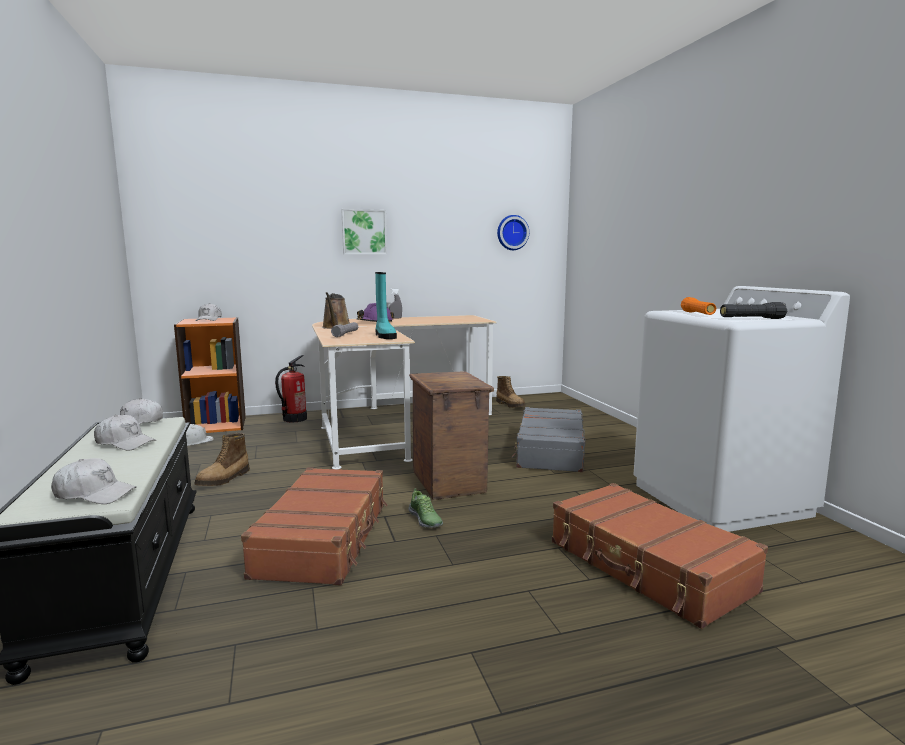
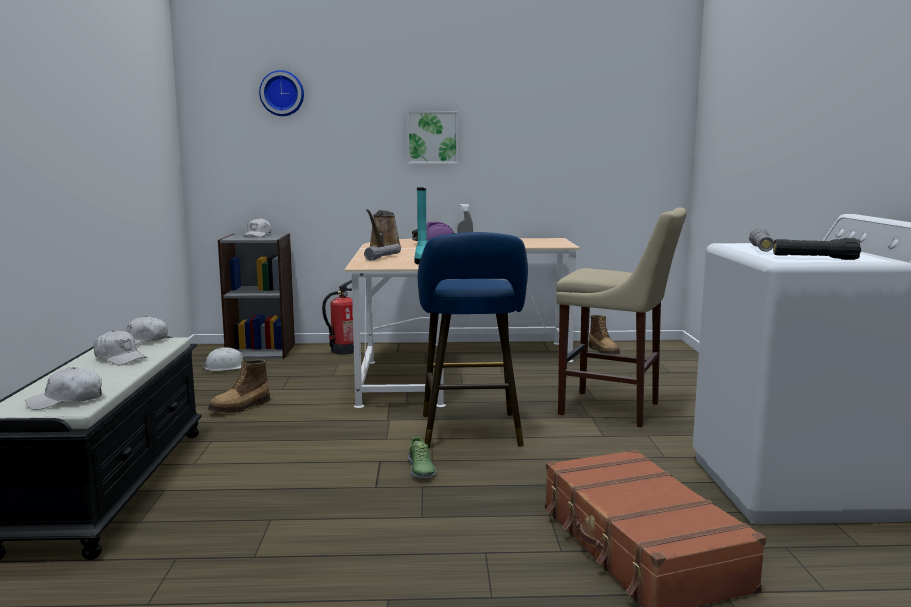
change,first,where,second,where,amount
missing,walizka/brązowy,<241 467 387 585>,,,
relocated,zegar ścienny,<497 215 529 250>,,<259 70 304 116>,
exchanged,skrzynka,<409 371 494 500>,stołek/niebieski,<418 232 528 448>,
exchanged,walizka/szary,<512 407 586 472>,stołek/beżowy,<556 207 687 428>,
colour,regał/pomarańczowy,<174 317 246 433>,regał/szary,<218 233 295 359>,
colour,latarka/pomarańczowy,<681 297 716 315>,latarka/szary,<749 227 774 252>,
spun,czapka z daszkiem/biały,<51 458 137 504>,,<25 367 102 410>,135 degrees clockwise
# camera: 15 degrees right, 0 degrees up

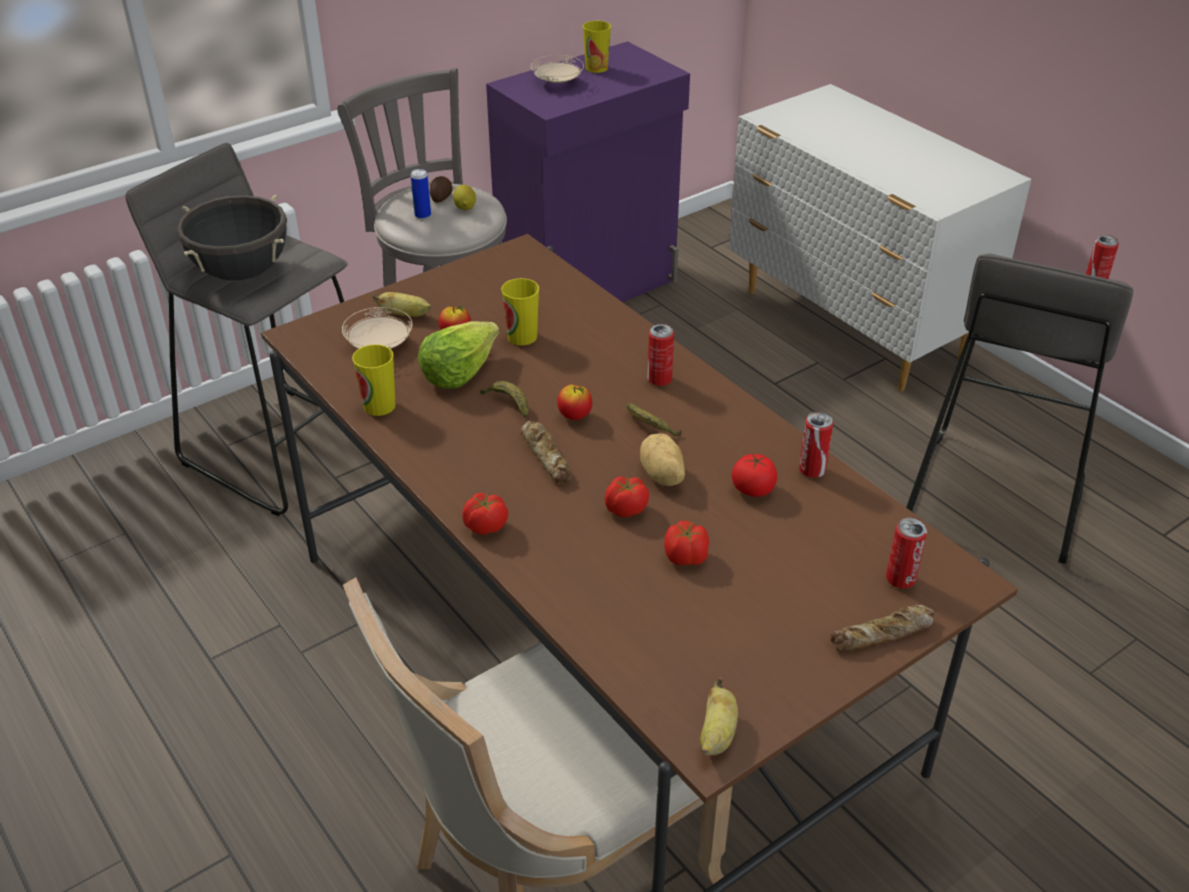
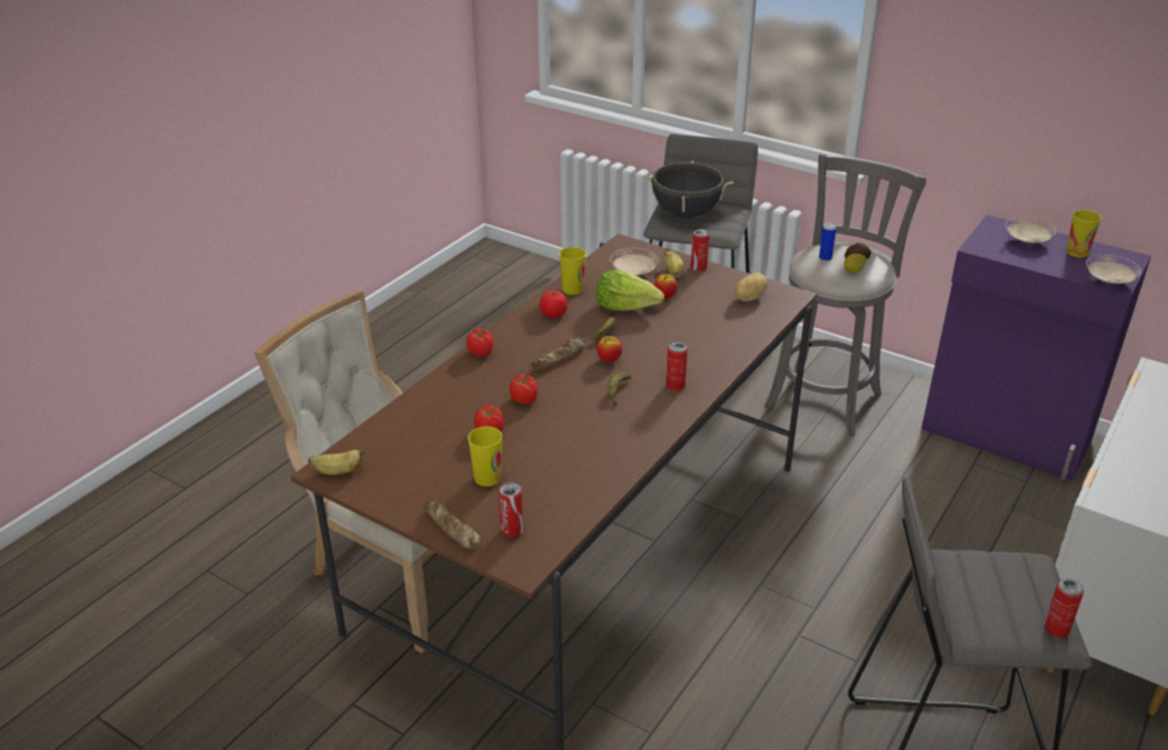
change,first,where,second,where,amount
appeared,,,talerz/beżowy,<1086 254 1141 284>,
relocated,filiżanka,<501 278 539 346>,,<468 426 502 487>,
relocated,ziemniak,<640 433 685 486>,,<734 273 768 302>,
relocated,pomidor,<732 454 777 497>,,<540 291 568 318>,
relocated,puszka,<799 412 833 478>,,<691 229 709 271>,
# camera: 70 degrees right, 5 degrees down

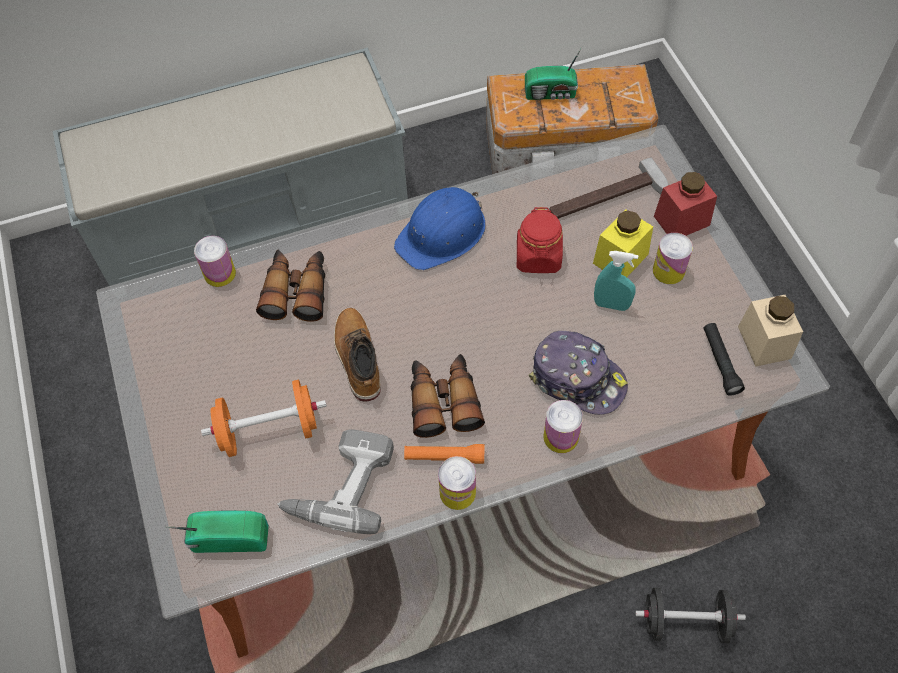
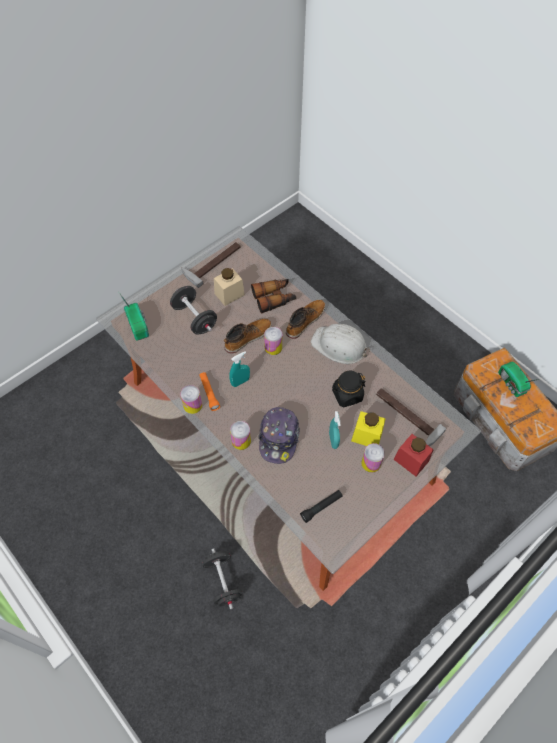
change,first,where,second,where,amount
missing,ławka/szary,<53 47 408 286>,,,
missing,wiertarka,<277 429 394 534>,,,
appeared,,,młotek,<181 242 240 288>,
appeared,,,but z cholewką,<286 300 325 339>,
relocated,puszka,<194 236 236 287>,,<264 327 282 355>,
relocated,słoik/beżowy,<738 295 803 367>,,<214 268 245 306>,
exchanged,lornetka,<411 354 485 438>,spryskiwacz/turkusowy,<229 351 250 387>,
colour,hantel/pomarańczowy,<201 380 327 457>,hantel/czarny,<170 286 217 335>,
colour,kask/niebieski,<394 187 485 270>,kask/biały,<311 324 370 364>,
colour,słoik/czerwony,<517 207 563 273>,słoik/czarny,<332 371 366 407>,
# camera: 65 degrees right, 0 degrees up

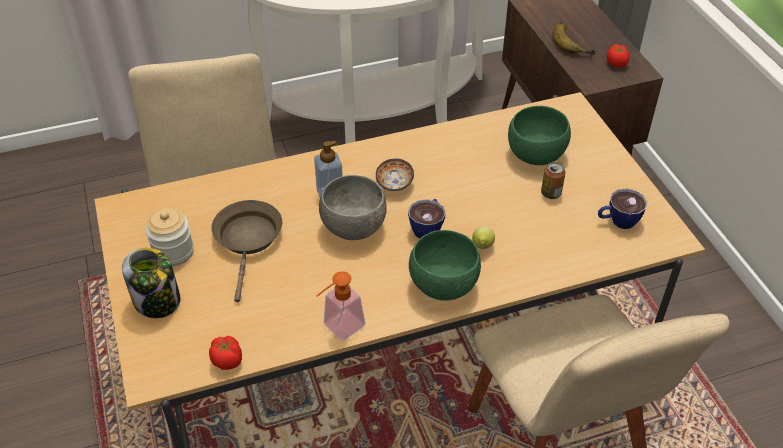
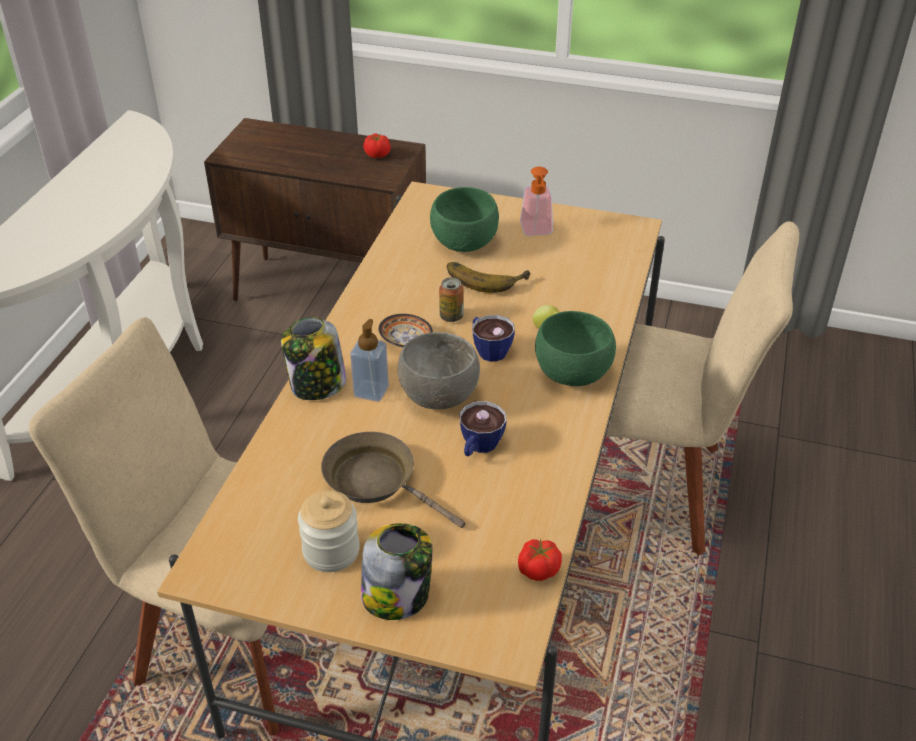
change,first,where,second,where,amount
appeared,,,słoik,<281 317 346 400>,
relocated,dozownik mydła,<316 271 365 340>,,<520 166 553 236>,
relocated,puszka,<541 162 566 199>,,<439 278 463 322>,
relocated,banan,<553 21 596 56>,,<447 262 531 293>,
relocated,filiżanka,<598 188 647 229>,,<459 401 507 456>,
# camera: 55 degrees left, 5 degrees down

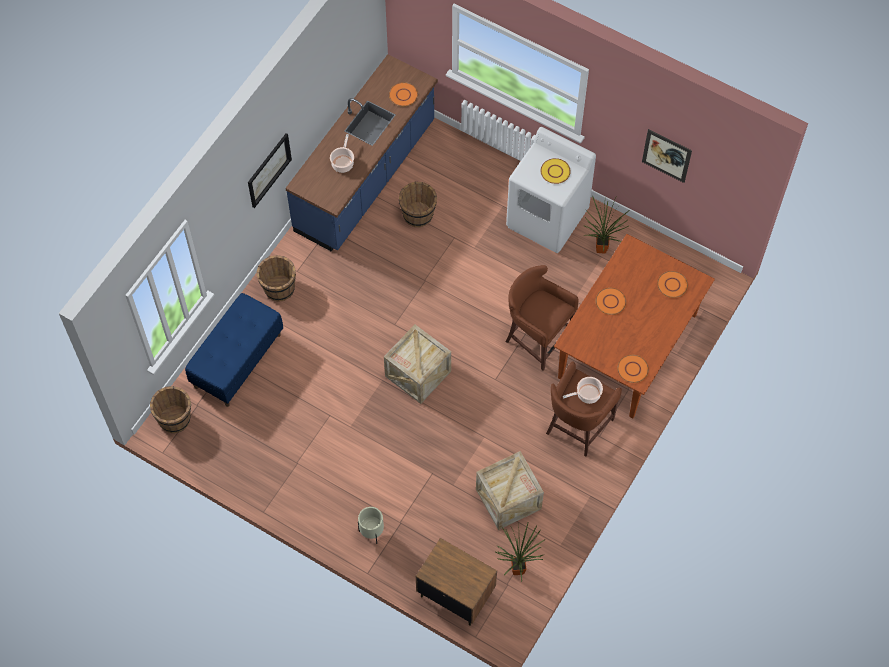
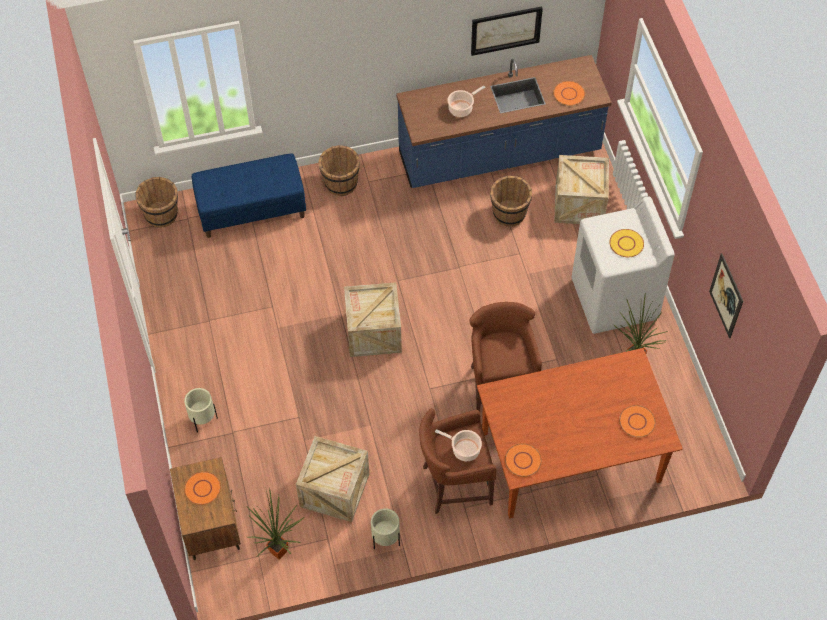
change,first,where,second,where,amount
appeared,,,donica/beżowy,<371 508 400 549>,
appeared,,,skrzynka,<554 155 609 224>,
relocated,obraz,<248 133 292 208>,,<471 6 543 56>,
relocated,talerz/pomarańczowy,<596 288 626 315>,,<184 471 221 505>,
# camera: 45 degrees right, 5 degrees down

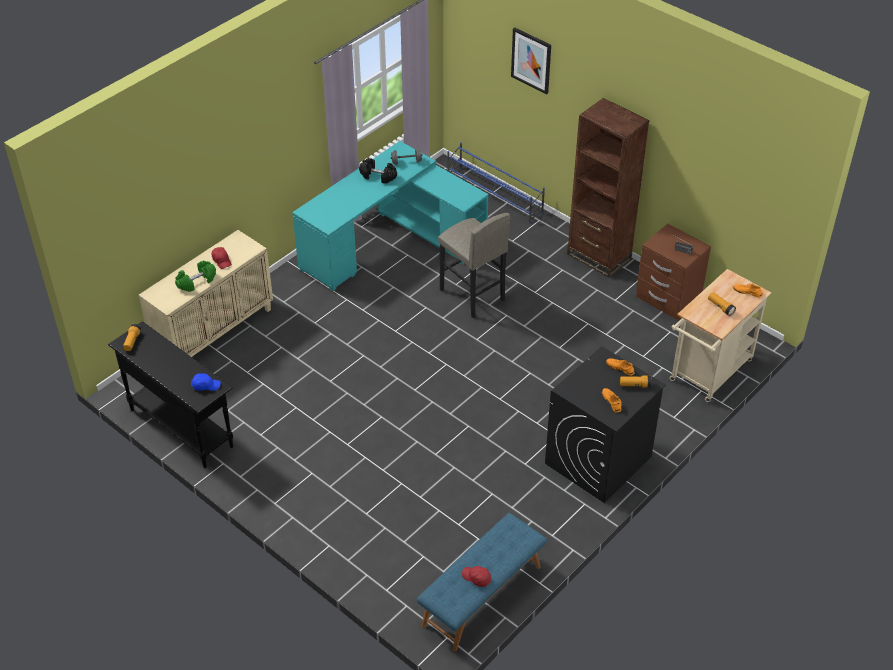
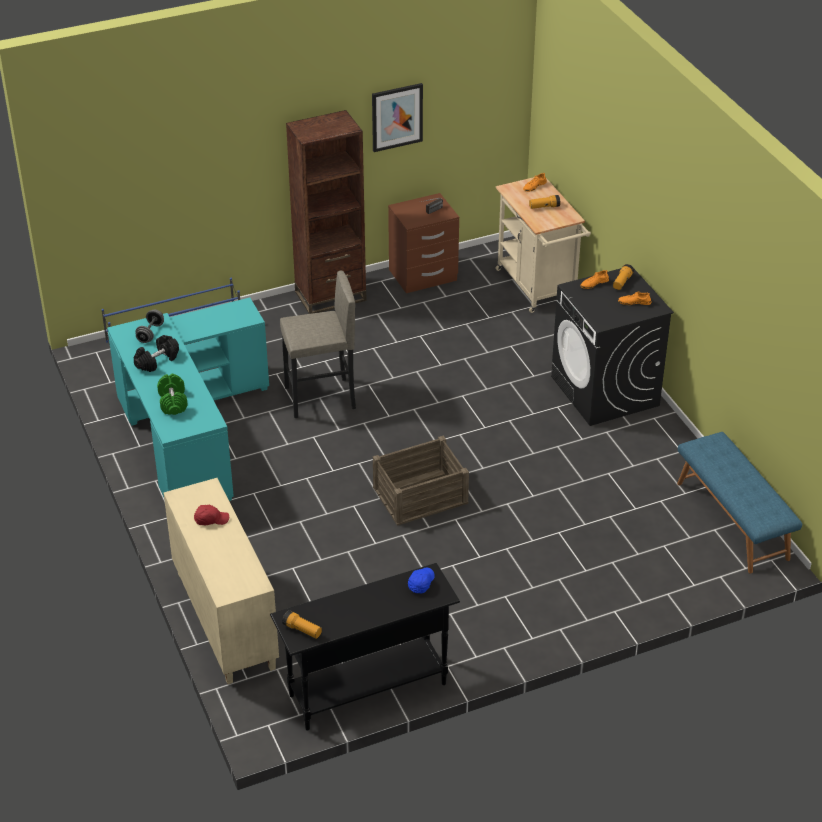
change,first,where,second,where,amount
missing,czapka z daszkiem/czerwony,<462 566 491 587>,,,
appeared,,,skrzynka,<373 436 469 526>,
relocated,hantel/zielony,<175 260 216 292>,,<157 373 188 415>,
relocated,obraz,<511 27 551 95>,,<372 83 423 152>,
# camera: 65 degrees left, 5 degrees down

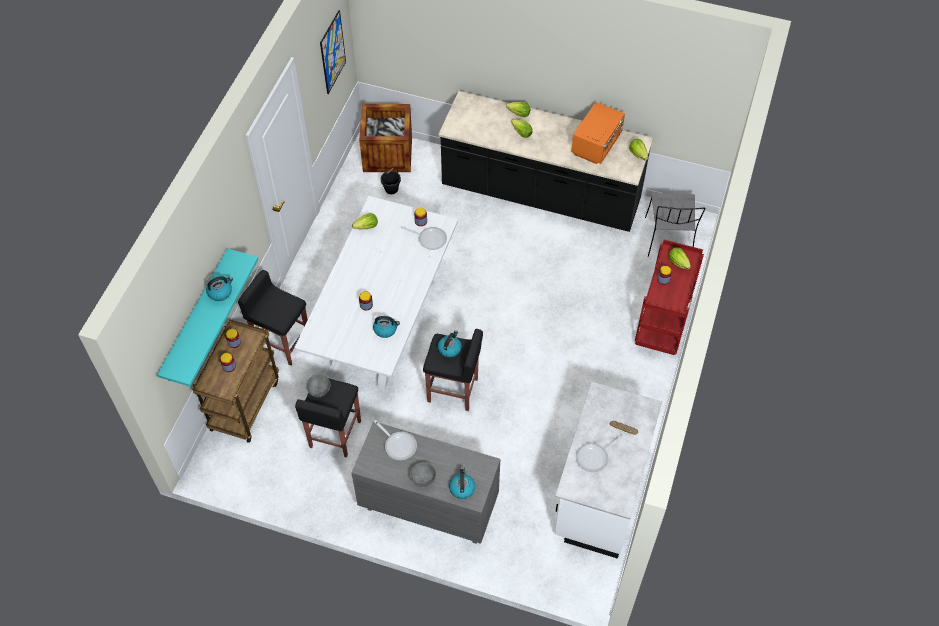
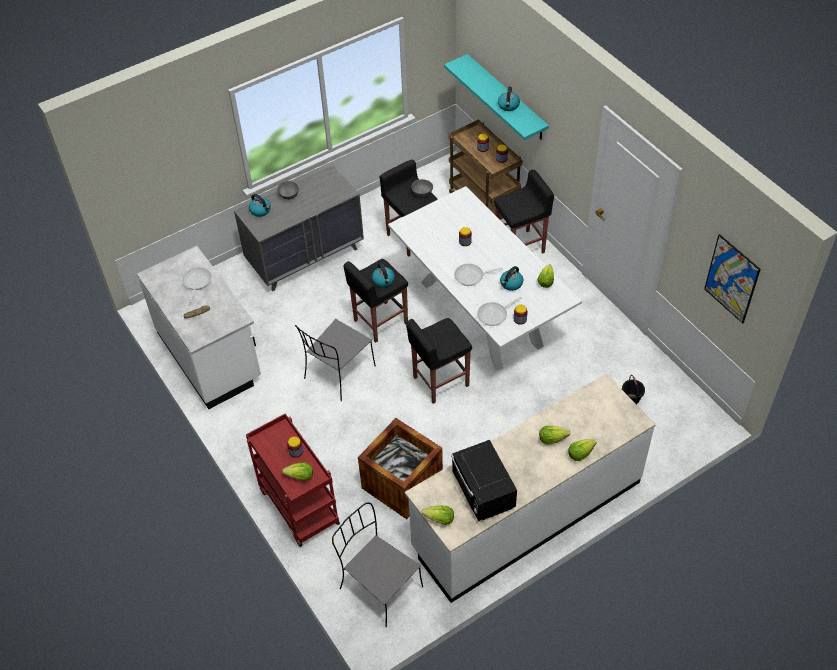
change,first,where,second,where,amount
appeared,,,krzesło/szary,<295 319 376 401>,
appeared,,,stołek/czarny,<406 318 472 404>,
relocated,skrzynka,<359 104 412 172>,,<358 418 443 519>,
relocated,czajnik,<373 316 400 338>,,<500 266 523 291>,
relocated,patelnia,<374 420 417 460>,,<454 264 503 286>,
colour,zabudowa kuchenna/czarny,<438 91 653 232>,zabudowa kuchenna/biały,<405 374 656 603>,
colour,mikrofalówka/pomarańczowy,<571 102 625 164>,mikrofalówka/czarny,<451 440 517 521>,
# camera: 130 degrees right, 5 degrees down

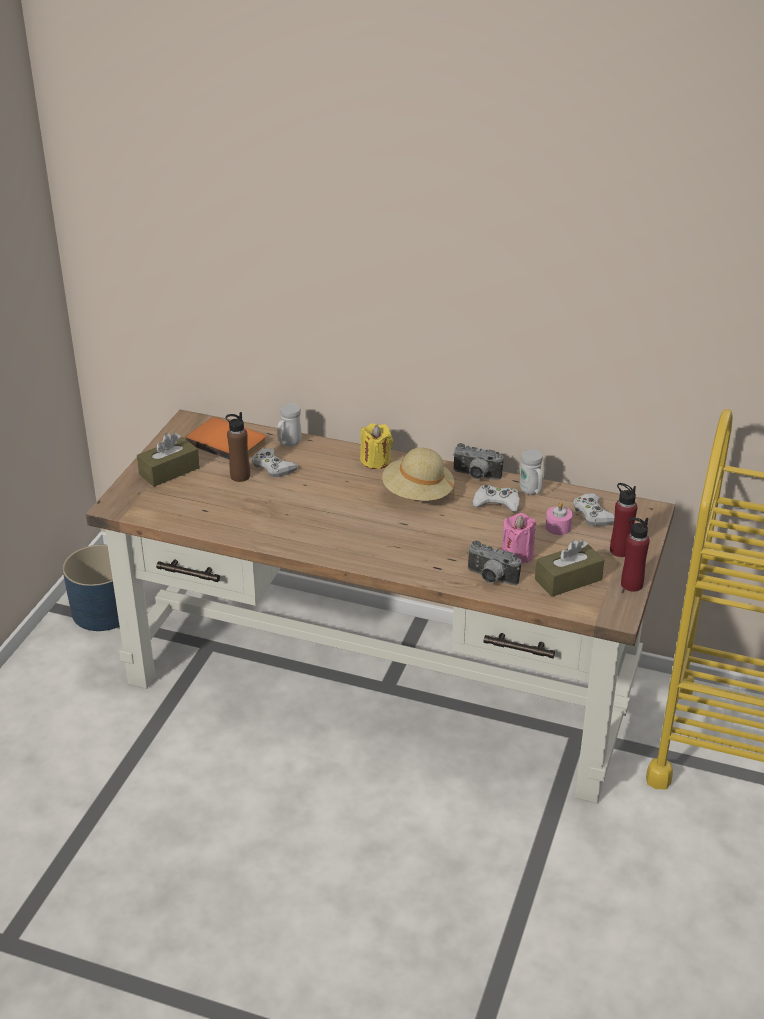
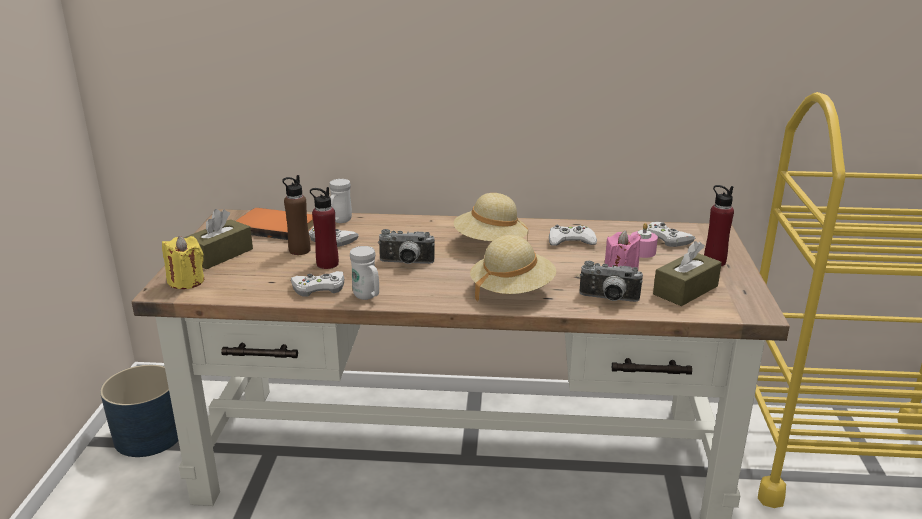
change,first,where,second,where,amount
appeared,,,pad do gier/biały,<291 271 344 296>,
appeared,,,kapelusz/beżowy,<470 235 556 302>,
relocated,świeca/żółty,<360 423 393 469>,,<162 236 204 289>,
relocated,aparat fotograficzny,<453 443 504 480>,,<378 229 435 264>,
relocated,kubek/biały,<520 449 543 495>,,<350 246 379 300>,
relocated,butelka/czerwony,<621 518 650 592>,,<310 187 339 269>,
# camera: 15 degrees left, 10 degrees down

